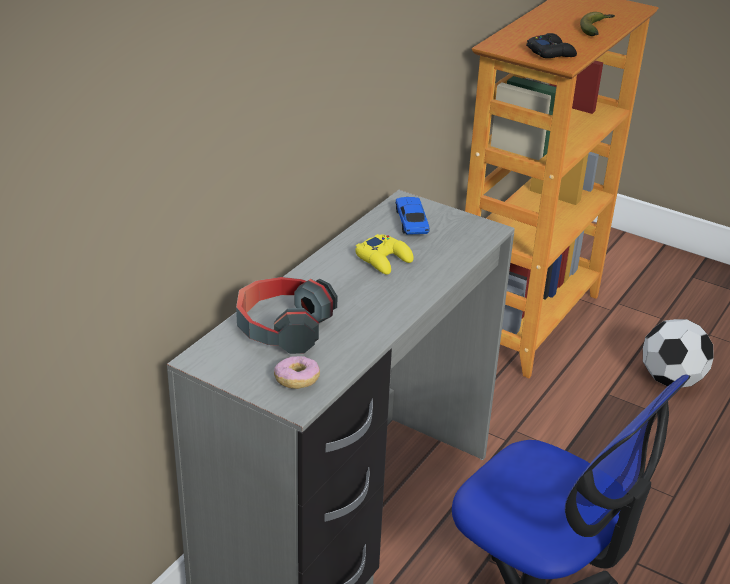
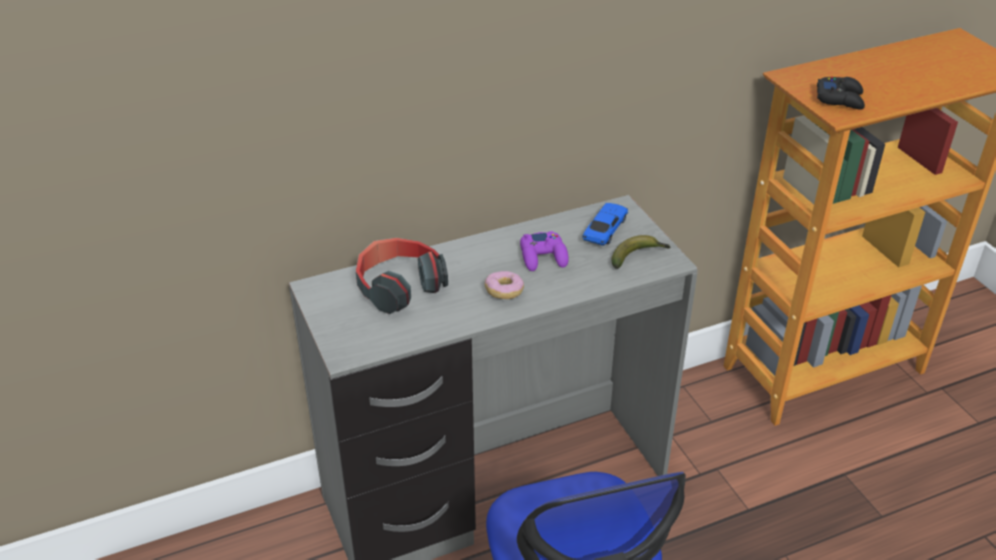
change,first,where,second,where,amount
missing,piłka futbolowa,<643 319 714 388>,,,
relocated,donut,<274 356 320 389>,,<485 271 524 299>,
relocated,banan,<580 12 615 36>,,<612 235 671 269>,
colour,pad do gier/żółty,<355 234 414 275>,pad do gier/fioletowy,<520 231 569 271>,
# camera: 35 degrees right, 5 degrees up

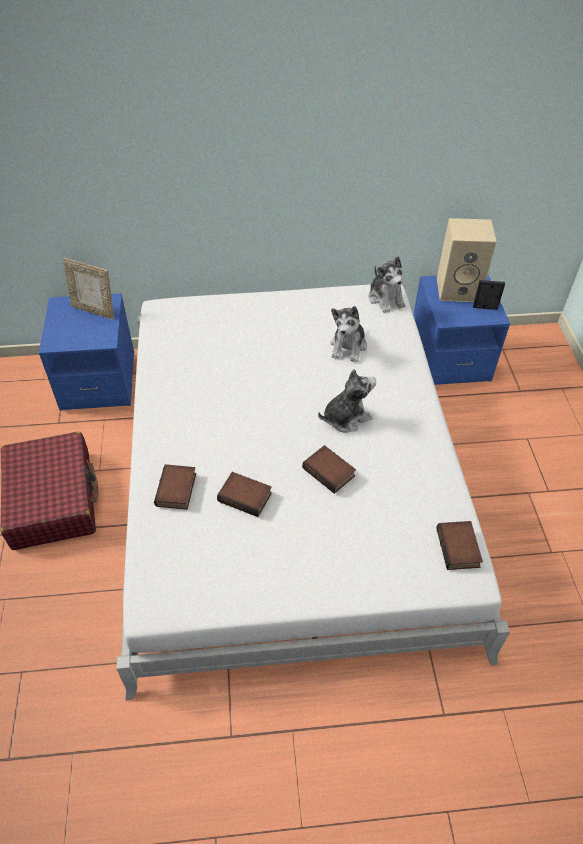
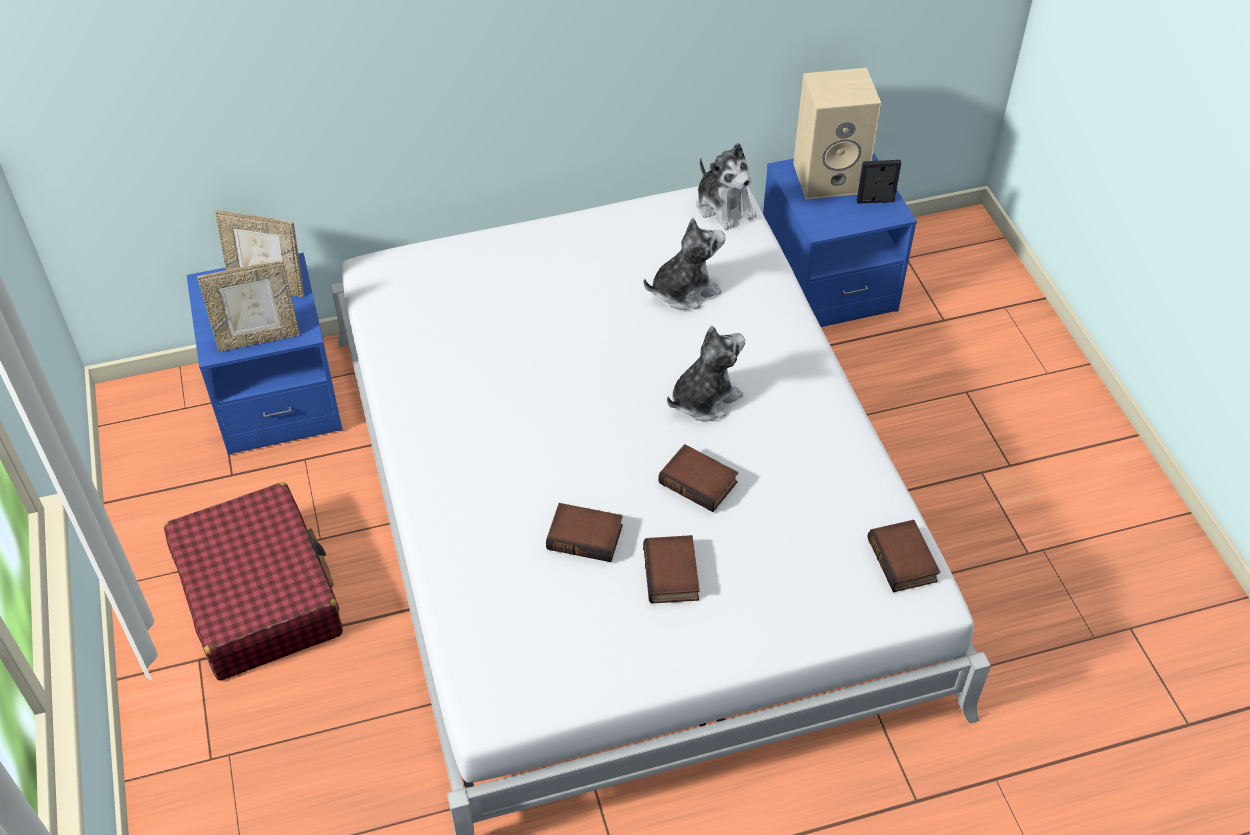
change,first,where,second,where,amount
appeared,,,ramka na zdjęcie,<197 260 300 352>,
relocated,książka,<154 464 196 510>,,<643 535 700 604>,
spun,pluszak,<331 306 367 362>,,<643 217 725 310>,120 degrees counterclockwise
# camera: 10 degrees left, 0 degrees up

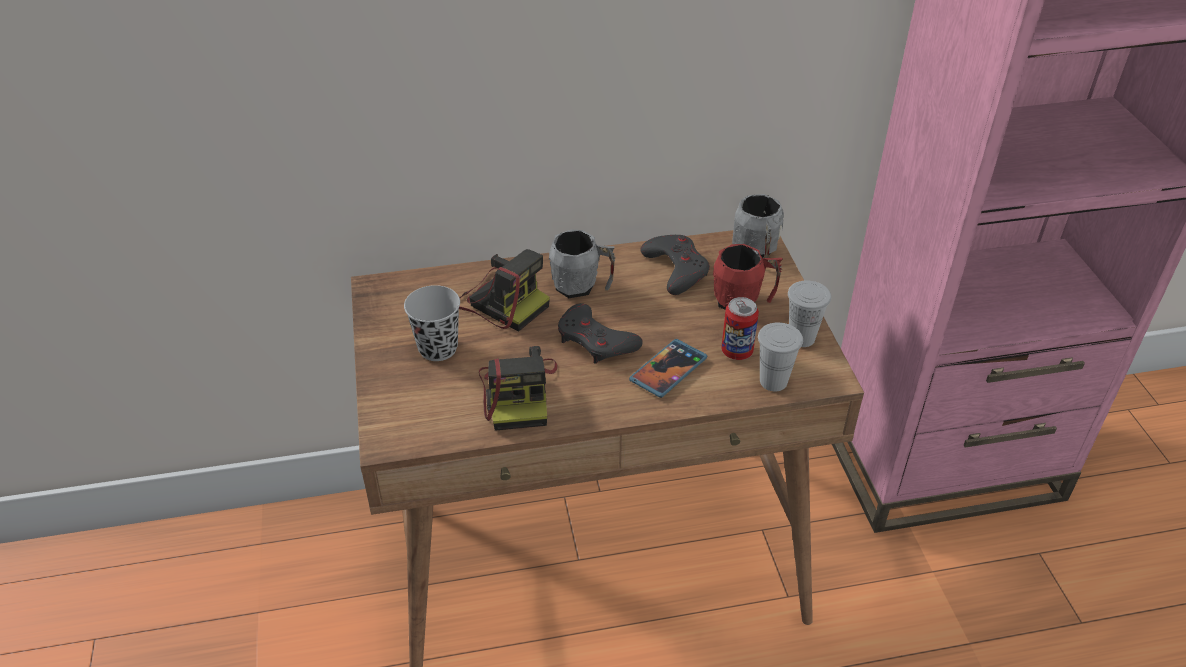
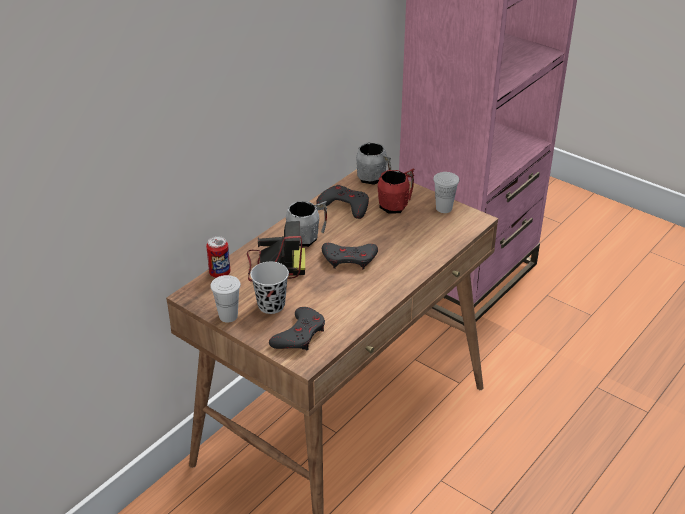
change,first,where,second,where,amount
missing,aparat fotograficzny,<479 346 557 431>,,,
missing,telefon,<629 339 707 398>,,,
appeared,,,pad do gier/szary,<269 307 325 350>,
relocated,puszka,<721 297 759 360>,,<206 236 231 278>,
relocated,filiżanka/biały,<758 322 803 391>,,<210 275 241 323>,
# camera: 40 degrees left, 5 degrees down

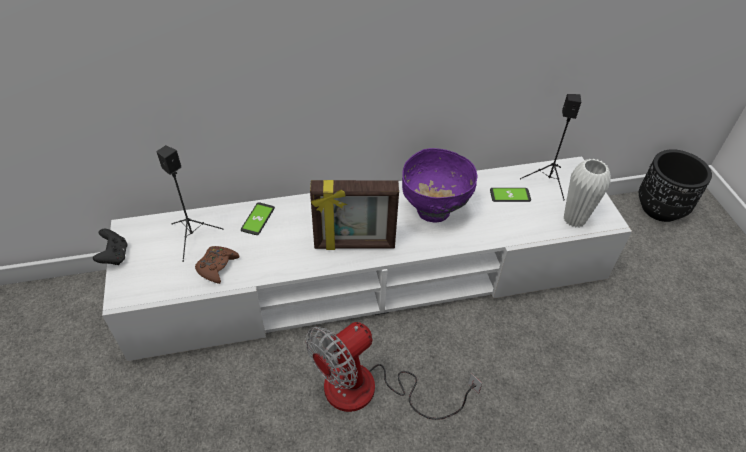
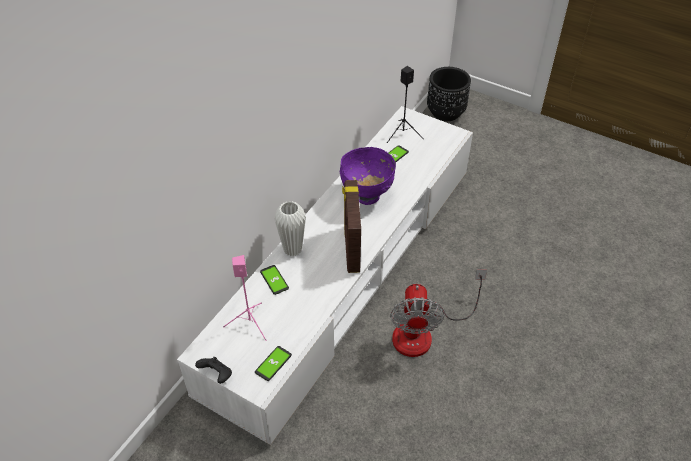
change,first,where,second,where,amount
missing,pad do gier/brązowy,<195 246 240 284>,,,
appeared,,,telefon,<255 346 292 381>,
relocated,wazon/biały,<564 159 611 228>,,<274 201 306 256>,
colour,głośnik/czarny,<157 145 223 262>,głośnik/różowy,<223 255 267 341>,
spun,ramka na zdjęcie,<310 180 399 250>,,<342 180 361 273>,135 degrees clockwise
# camera: 45 degrees left, 0 degrees up

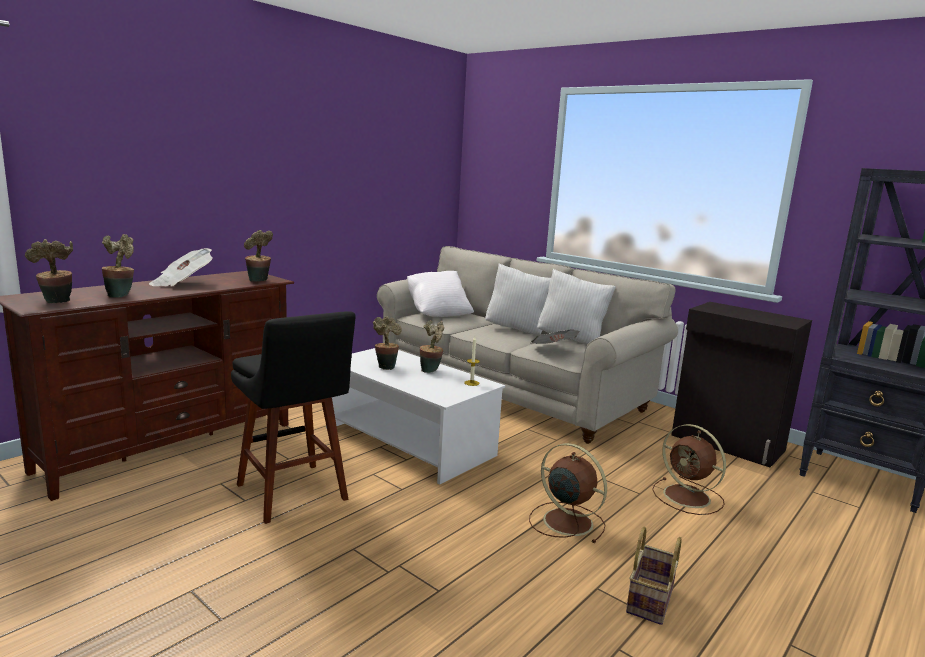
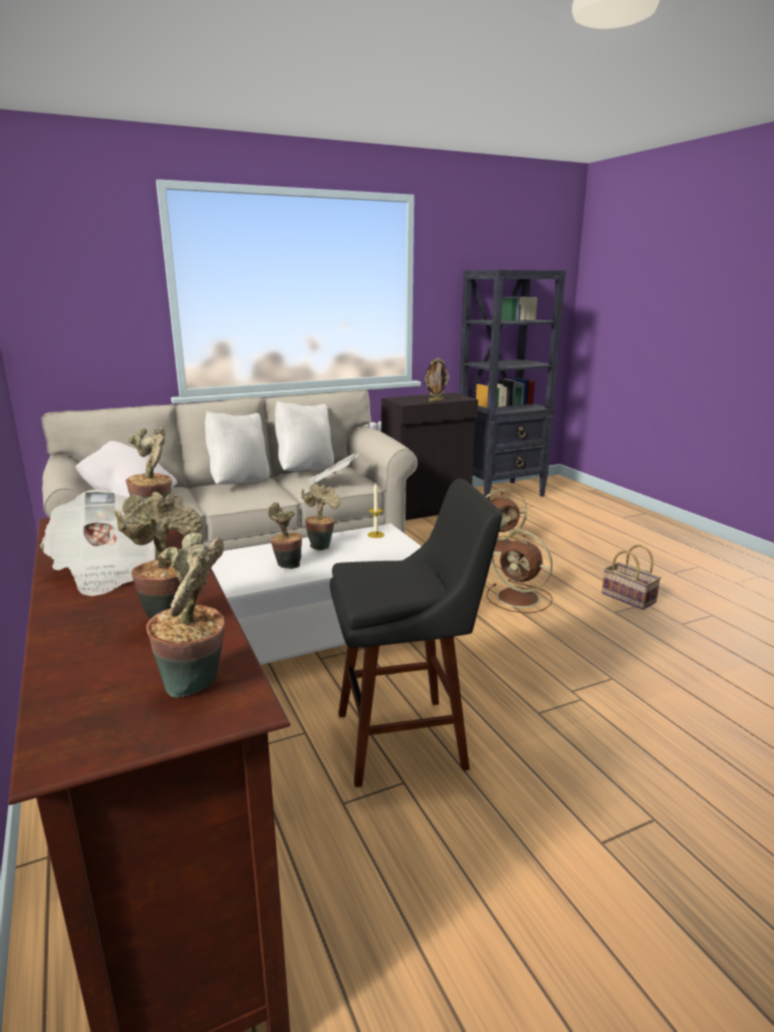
change,first,where,second,where,amount
appeared,,,ramka na zdjęcie,<425 358 449 402>,
spun,wentylator/brązowy,<529 443 607 543>,,<486 530 553 613>,120 degrees counterclockwise
# camera: 65 degrees left, 5 degrees up

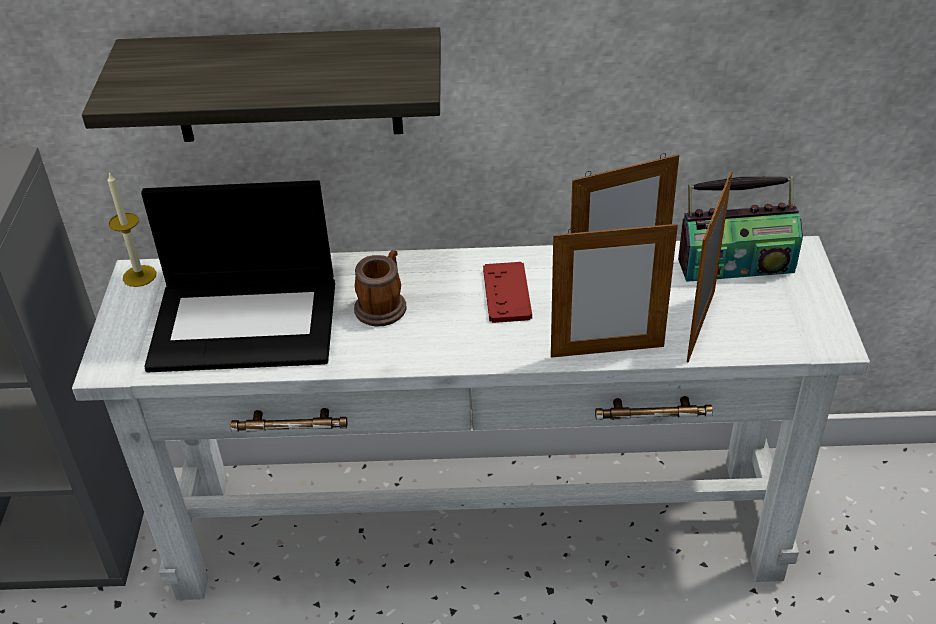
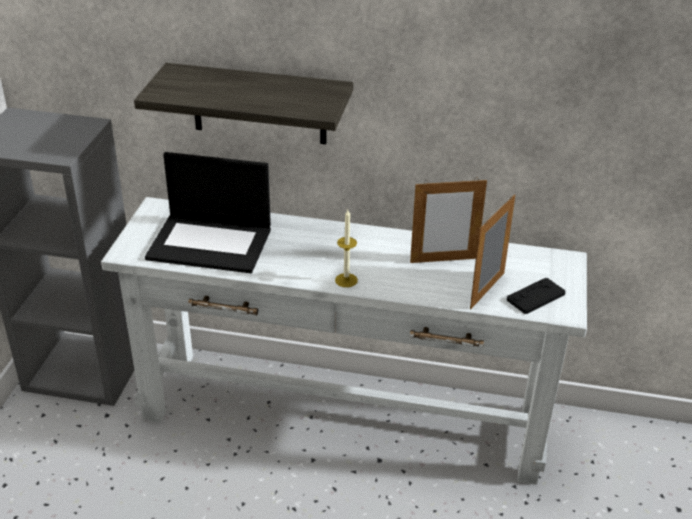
change,first,where,second,where,amount
missing,kubek,<354 250 406 326>,,,
missing,pad do gier/czerwony,<483 262 532 323>,,,
missing,ramka na zdjęcie,<551 220 678 358>,,,
missing,radio,<678 176 803 282>,,,
appeared,,,pad do gier/czarny,<507 278 565 314>,
relocated,świeca,<108 173 156 287>,,<335 210 358 287>,
# camera: 10 degrees right, 5 degrees down

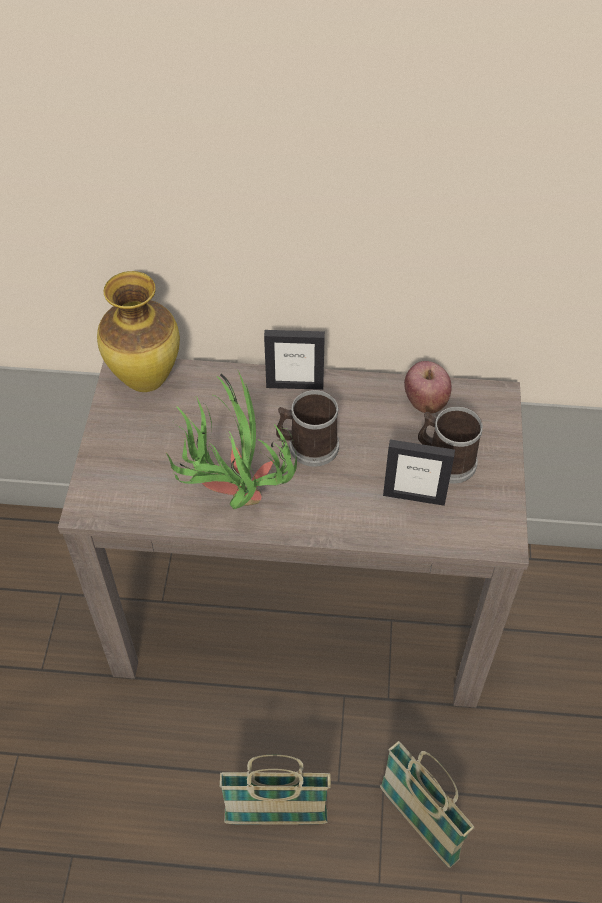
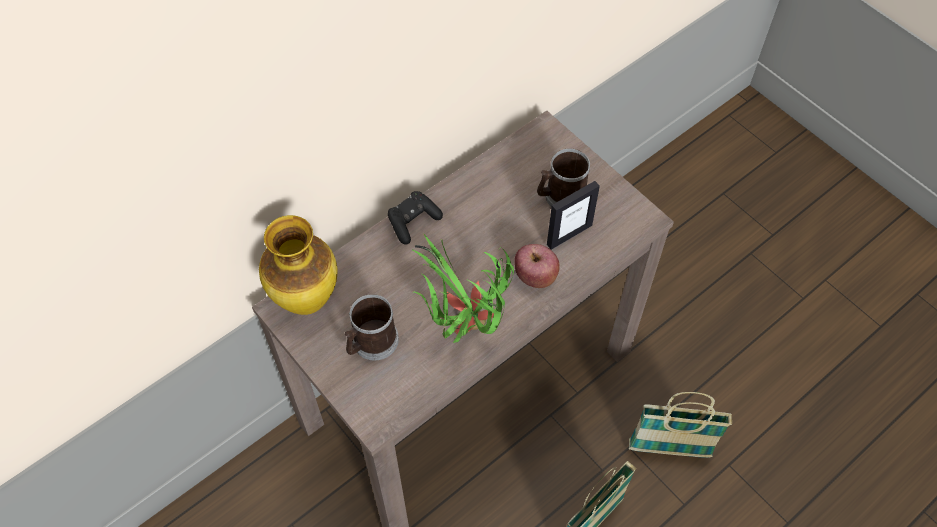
change,first,where,second,where,amount
relocated,kubek,<276 390 339 467>,,<345 294 399 361>,
relocated,jabłko,<404 361 452 414>,,<514 244 560 288>,
exchanged,ramka na zdjęcie,<264 330 325 390>,pad do gier/czarny,<388 191 443 245>,
# camera: 45 degrees left, 5 degrees up

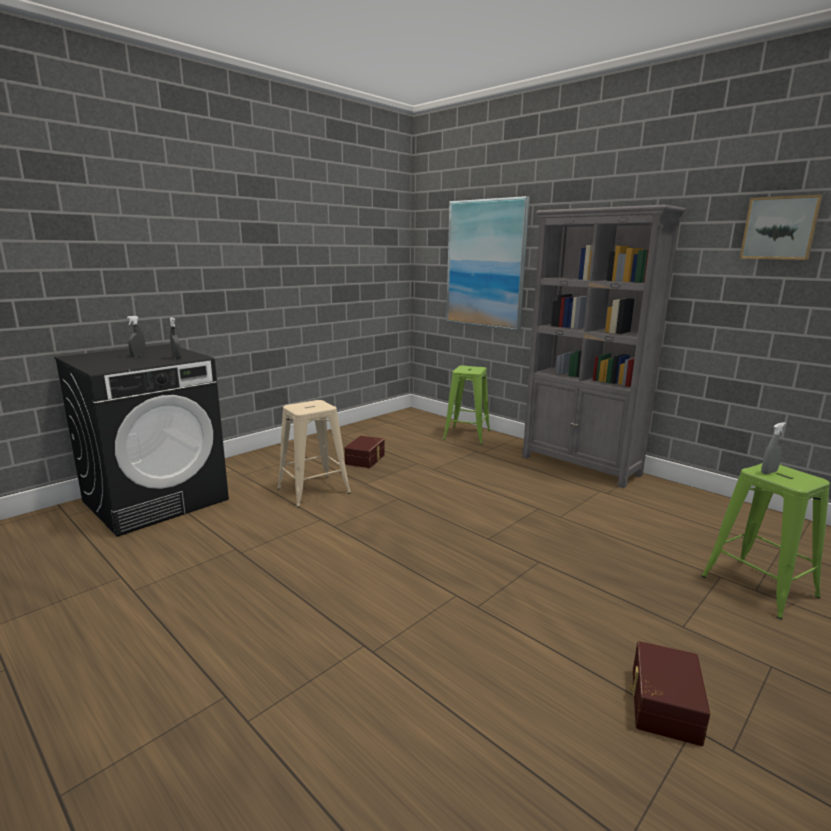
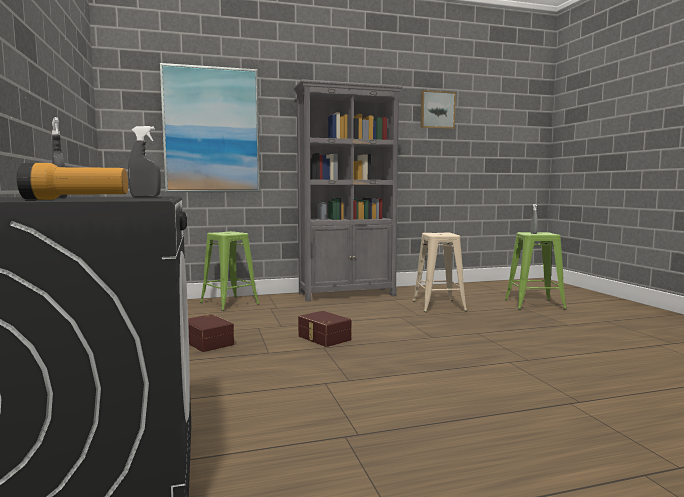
change,first,where,second,where,amount
appeared,,,latarka,<17 163 128 200>,
relocated,stołek/beżowy,<277 400 351 507>,,<413 233 467 312>,
relocated,pojemnik do przechowywania/brązowy,<630 641 710 746>,,<298 311 351 347>,
# camera: 60 degrees left, 10 degrees down

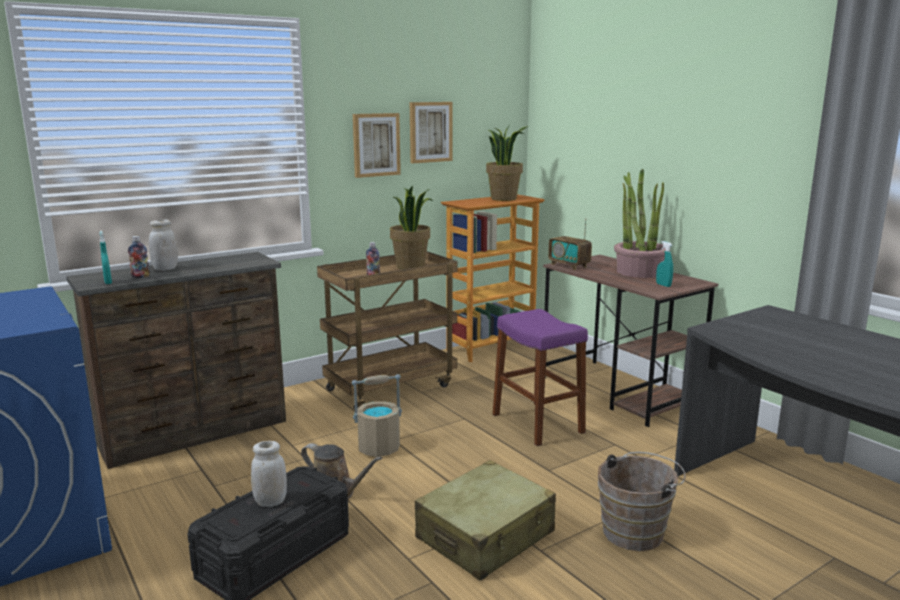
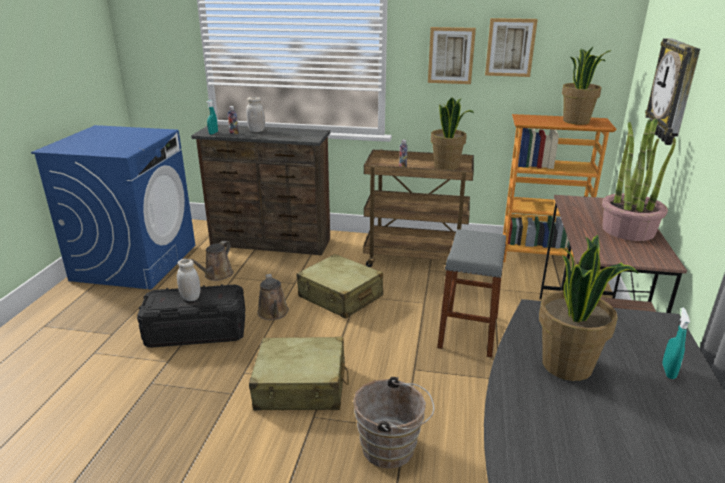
change,first,where,second,where,amount
missing,radio,<548 219 592 270>,,,
appeared,,,konewka/brązowy,<190 241 234 281>,
appeared,,,roślina doniczkowa,<539 235 639 381>,
appeared,,,zegar ścienny,<645 38 700 145>,
relocated,spryskiwacz/turkusowy,<656 241 673 287>,,<662 308 690 379>,
exchanged,wiadro/beżowy,<352 374 402 457>,walizka/beżowy,<296 254 383 319>,
colour,stołek/fioletowy,<493 309 588 446>,stołek/szary,<437 229 506 358>,
# camera: 45 degrees right, 10 degrees up

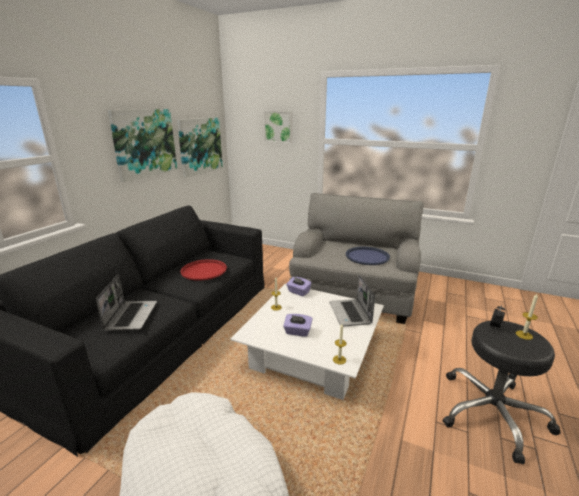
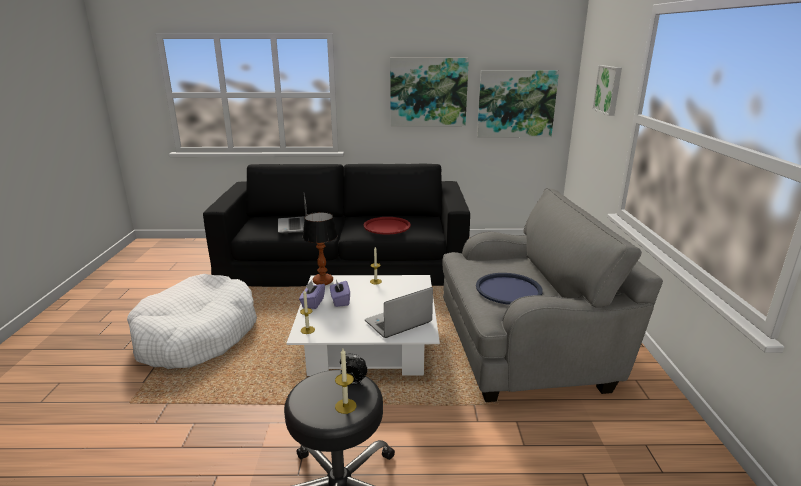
change,first,where,second,where,amount
appeared,,,lampa stołowa,<303 212 338 285>,
relocated,pudełko chusteczek/fioletowy,<286 277 312 296>,,<299 281 325 309>,
spun,laptop,<96 274 157 331>,,<278 193 307 233>,105 degrees clockwise
# camera: 65 degrees right, 0 degrees up

